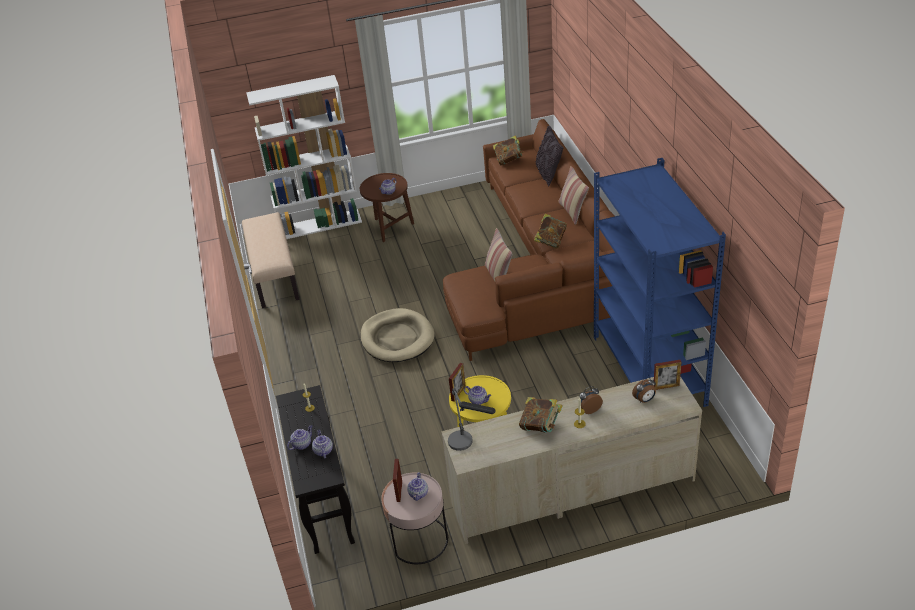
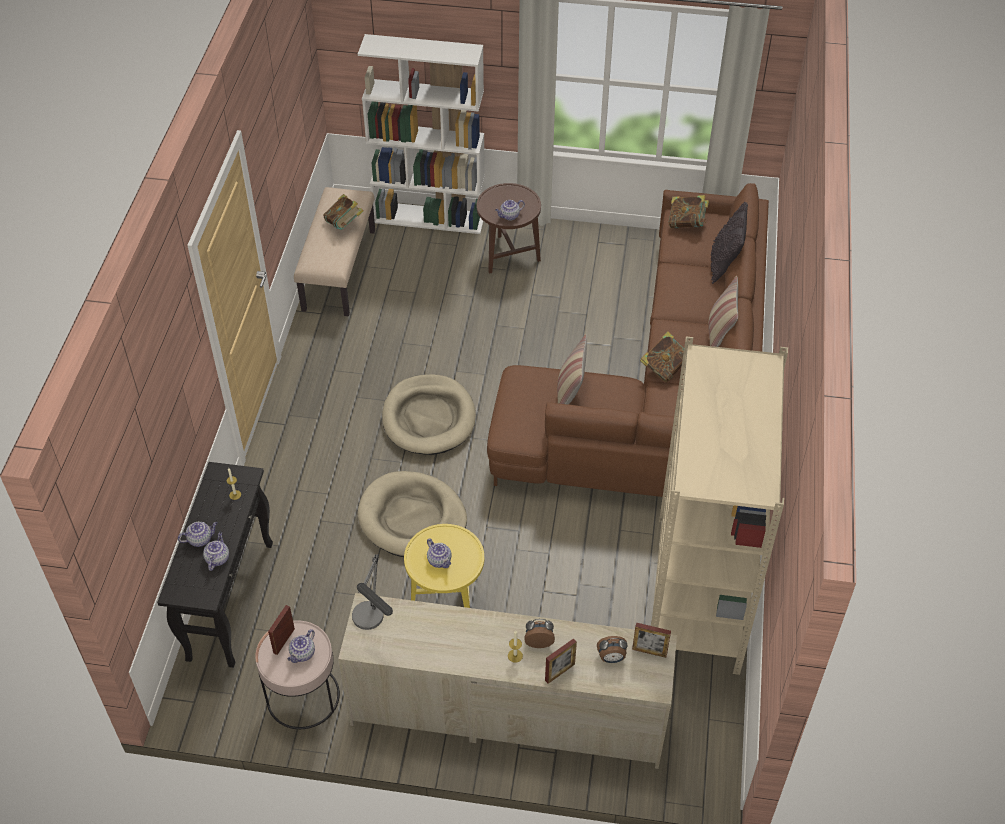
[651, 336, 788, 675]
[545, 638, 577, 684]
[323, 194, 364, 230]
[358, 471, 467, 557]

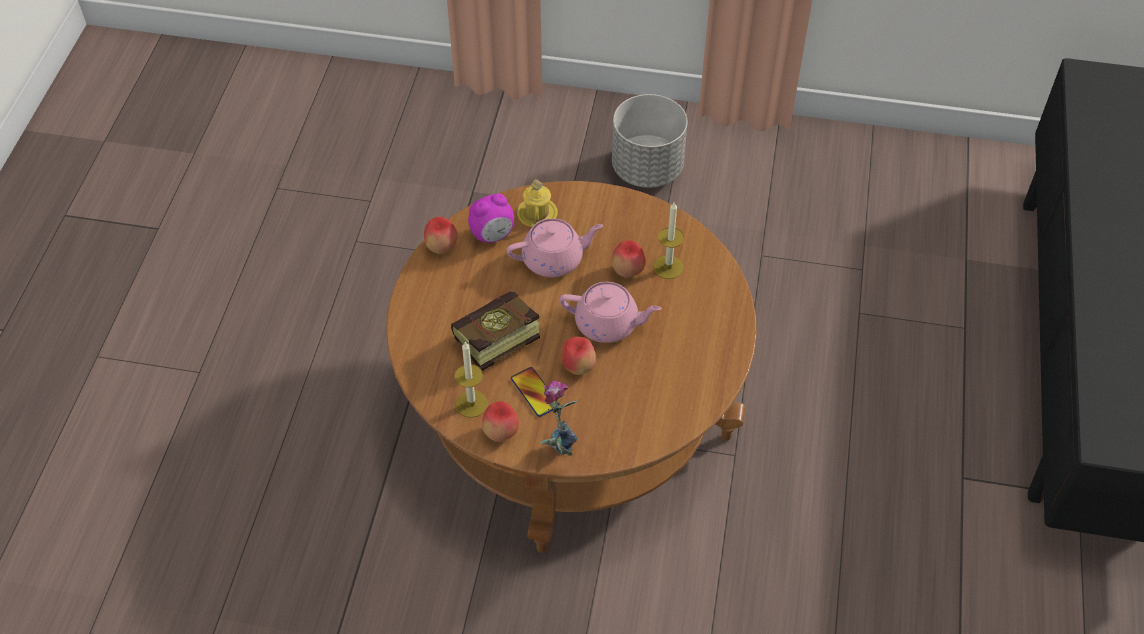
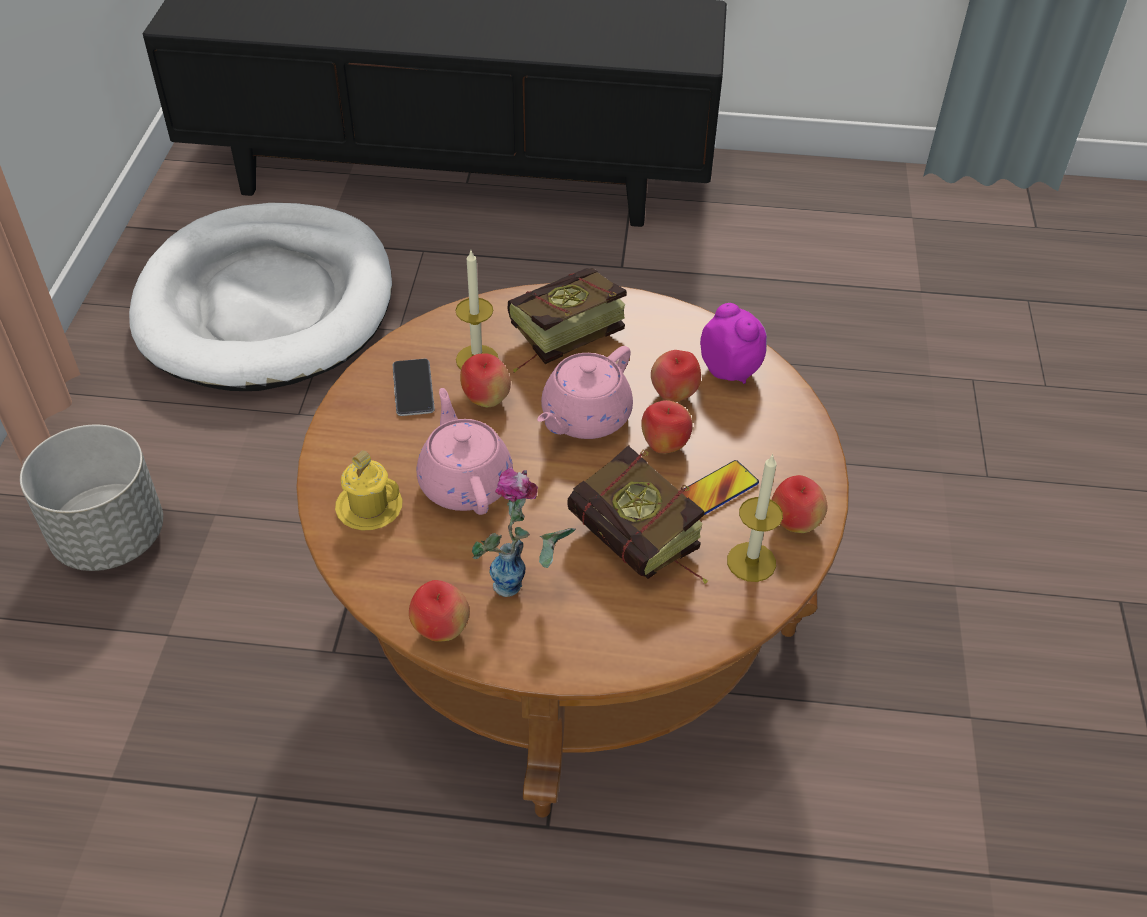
[700, 303, 767, 384]
[537, 346, 633, 439]
[472, 467, 576, 597]
[129, 203, 392, 391]
[508, 268, 627, 372]
[651, 350, 701, 402]
[393, 359, 435, 416]

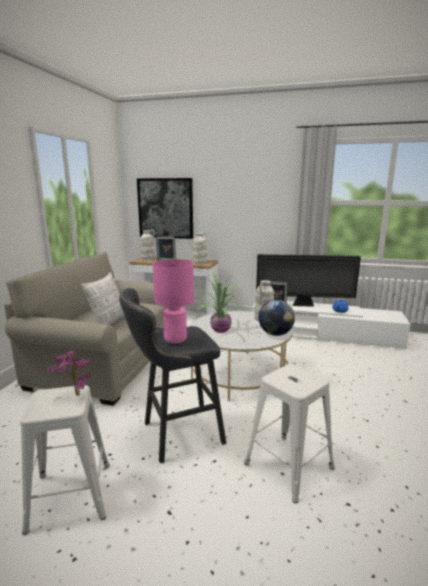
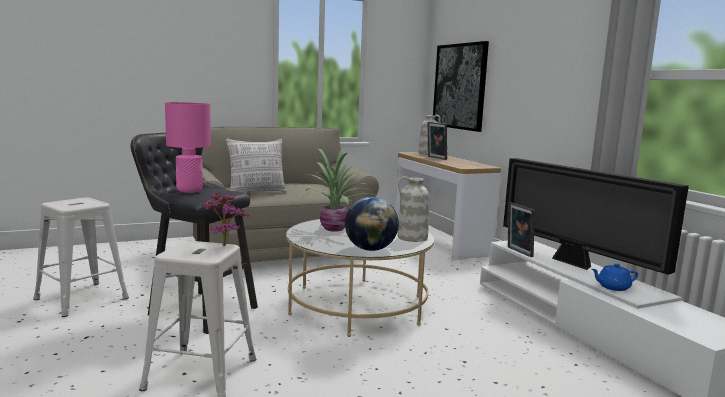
[193, 232, 208, 264] (first image)
[202, 193, 249, 246]

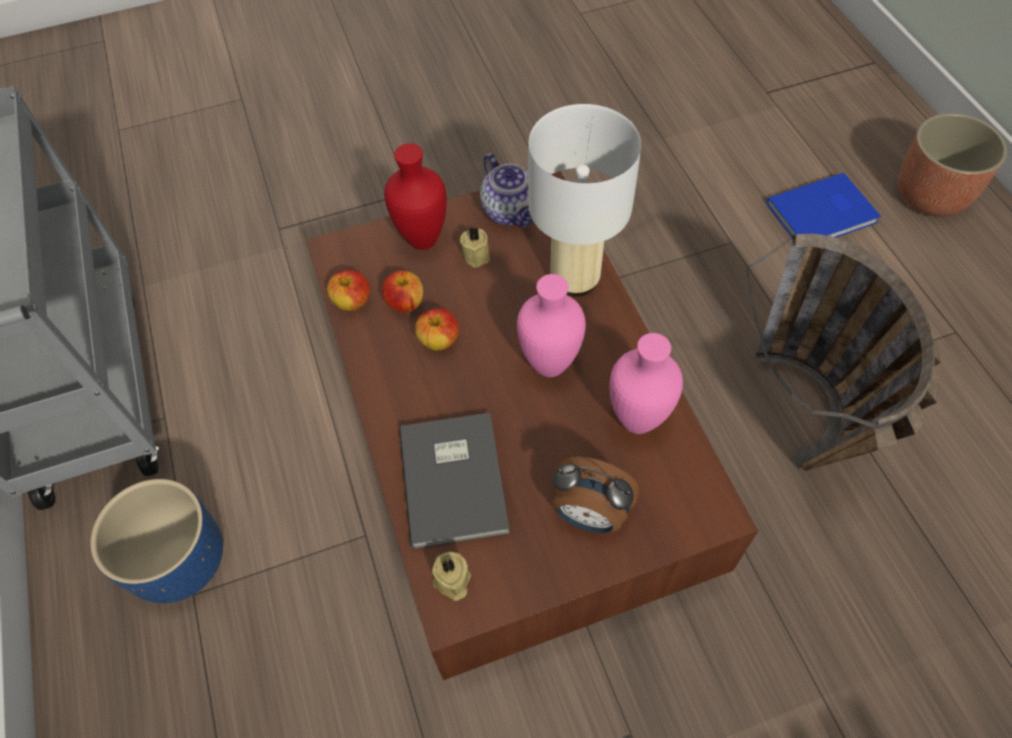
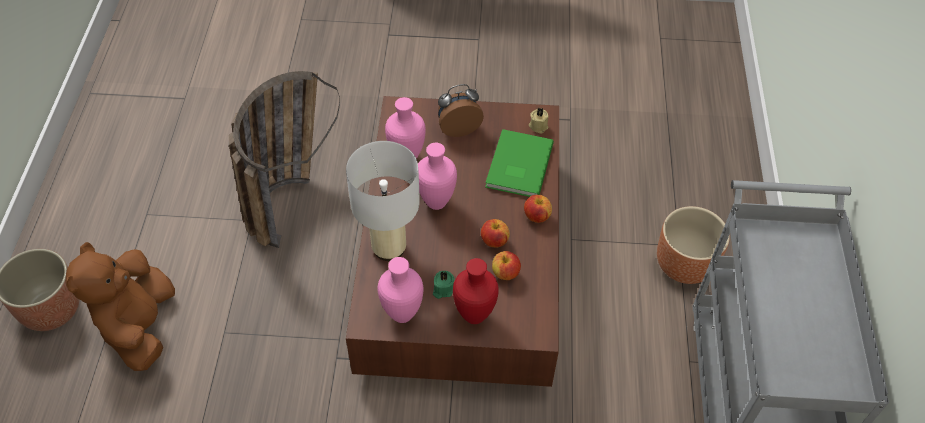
[378, 257, 424, 323]
[65, 242, 175, 371]
[433, 271, 454, 299]
[524, 195, 552, 223]
[485, 129, 554, 197]
[438, 84, 484, 137]
[657, 206, 730, 284]

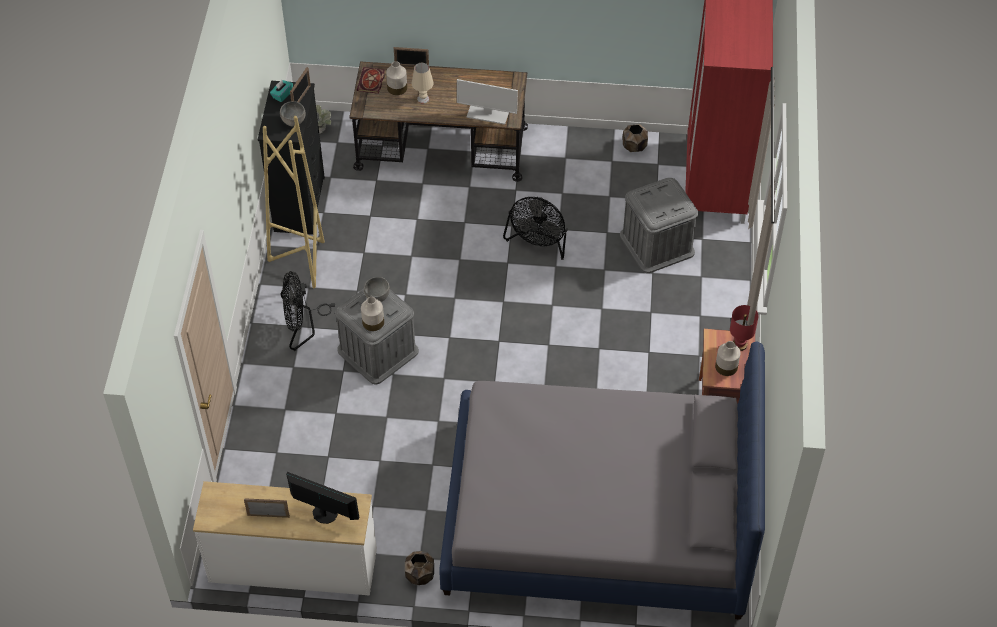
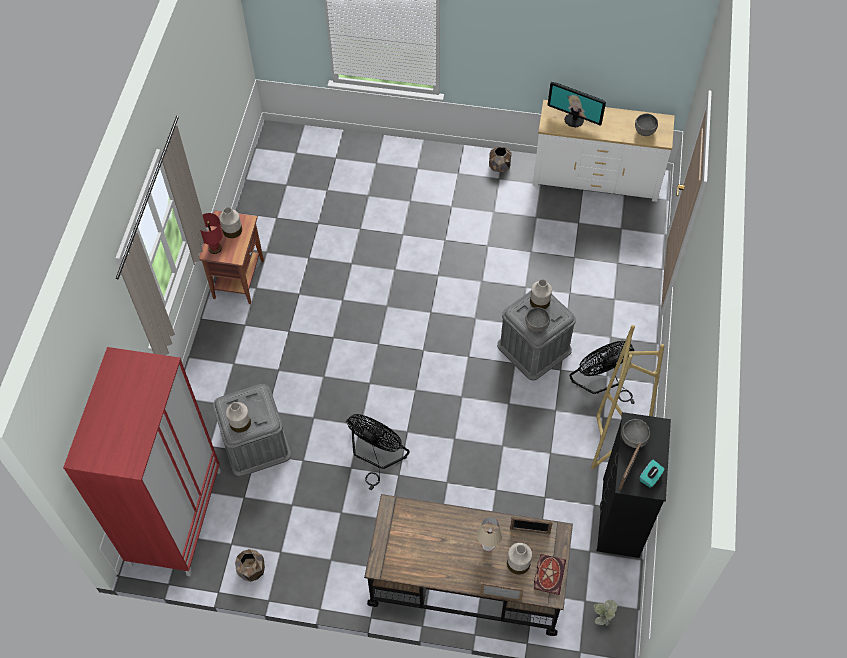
[457, 79, 518, 125] (first image)
[570, 341, 635, 404]
[439, 341, 765, 620] (first image)
[510, 517, 553, 534]
[635, 114, 658, 136]
[226, 402, 251, 433]

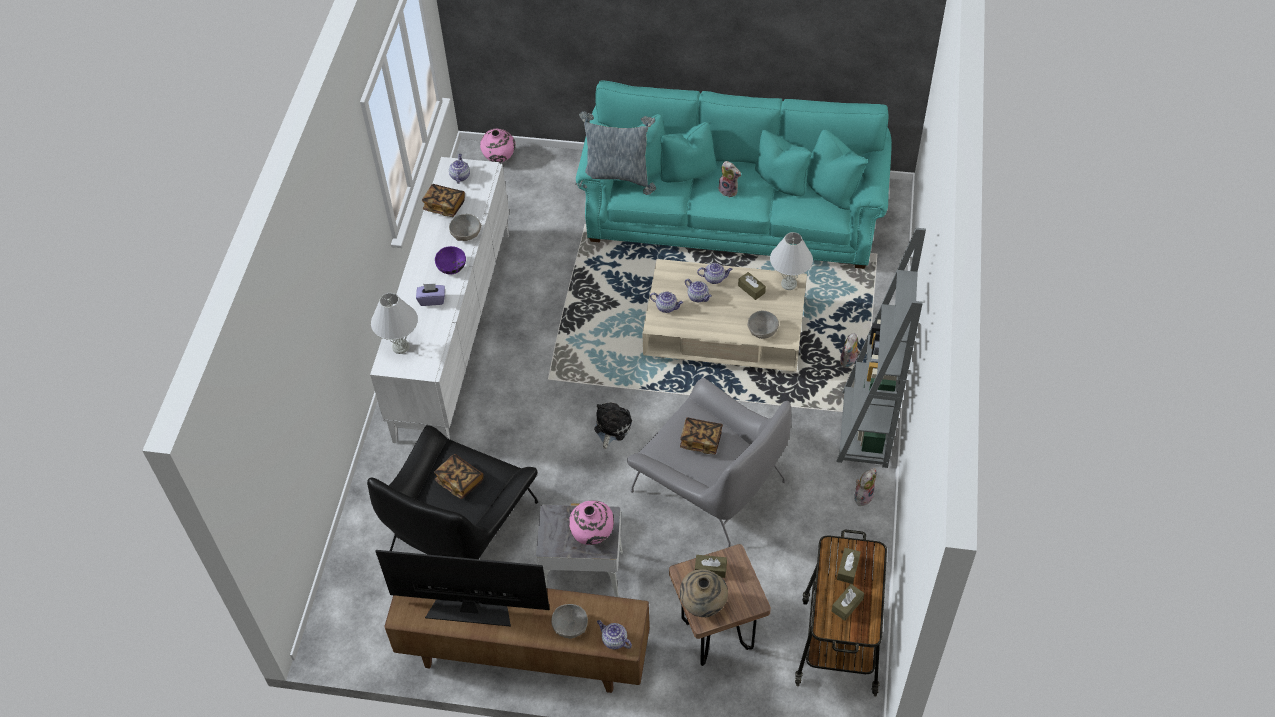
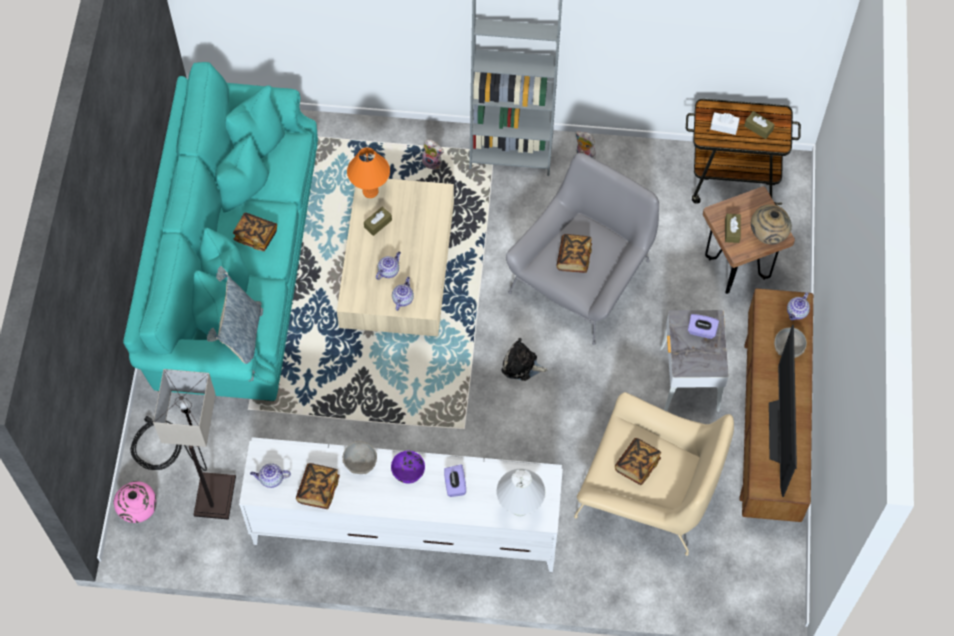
[233, 212, 277, 251]
[347, 147, 390, 198]
[697, 263, 732, 284] (first image)
[747, 311, 779, 339] (first image)
[574, 392, 734, 556]
[688, 314, 719, 339]
[710, 112, 740, 135]
[131, 369, 236, 520]

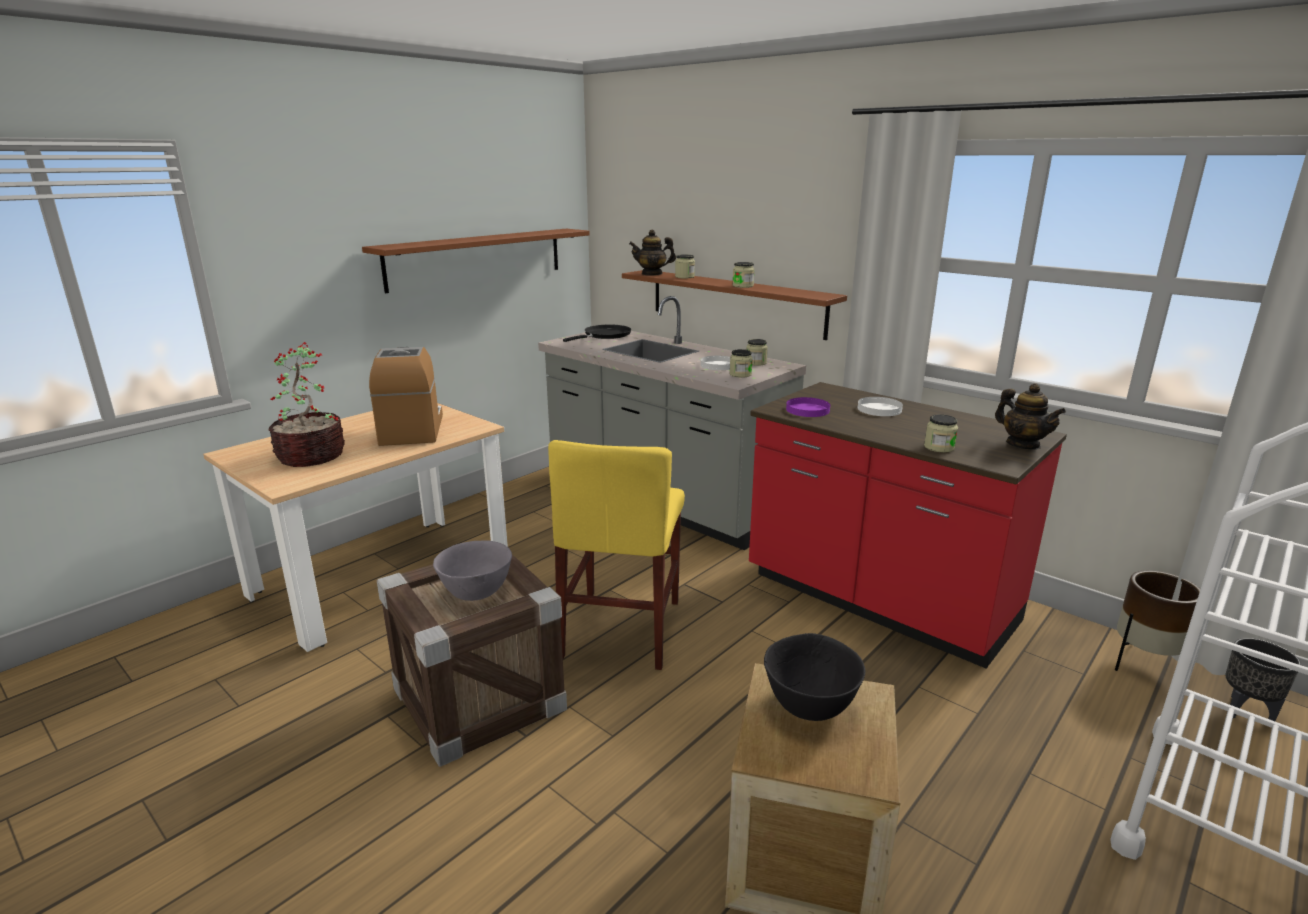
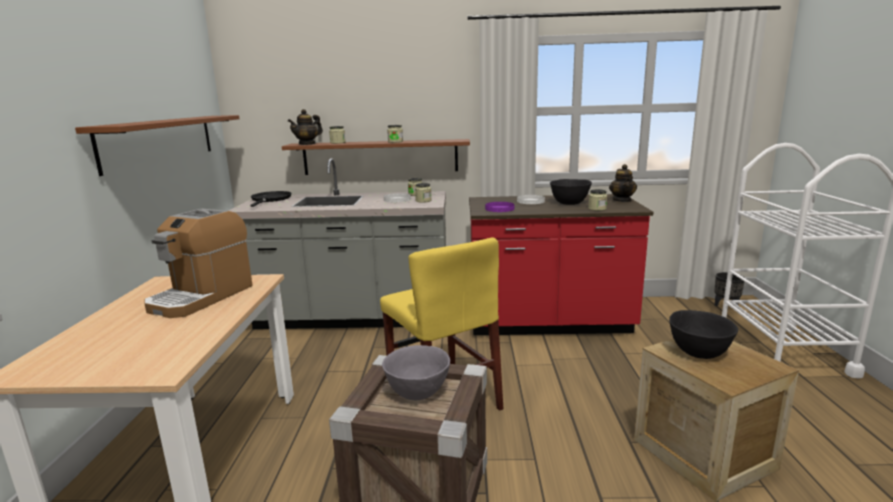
[269, 342, 345, 467] (first image)
[144, 208, 253, 318]
[609, 164, 637, 202]
[1115, 570, 1200, 671] (first image)
[550, 179, 592, 205]

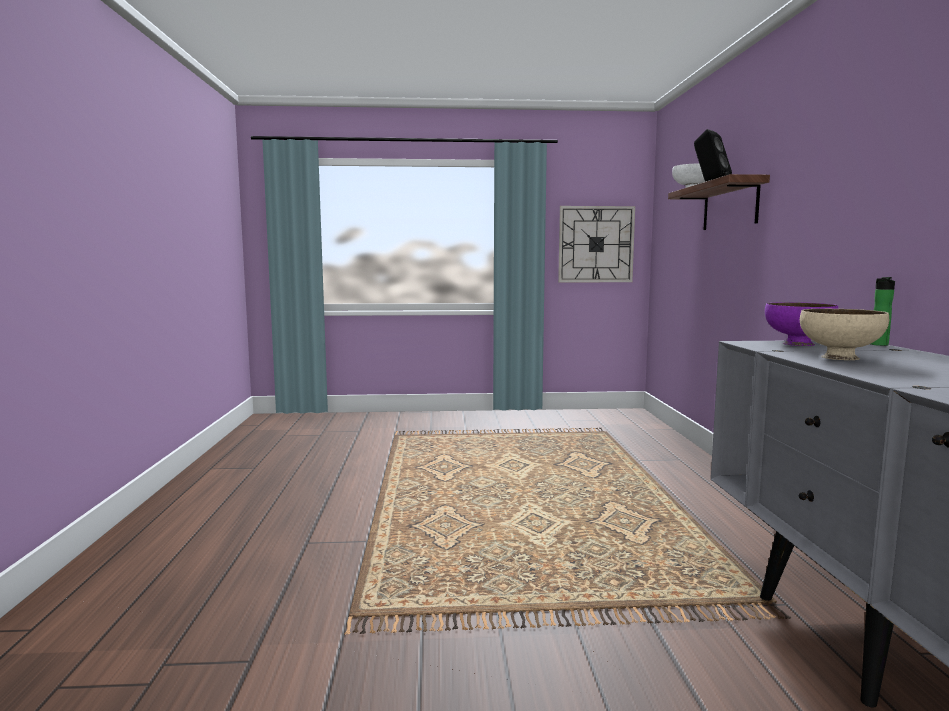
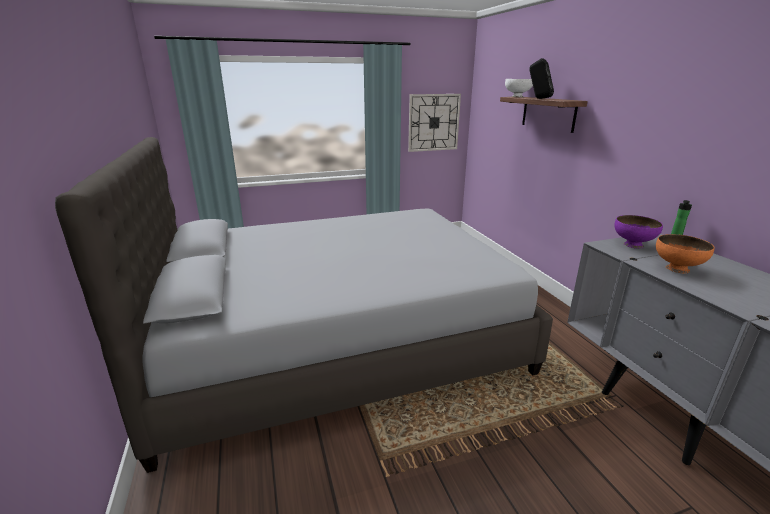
[656, 234, 714, 273]
[55, 137, 553, 473]

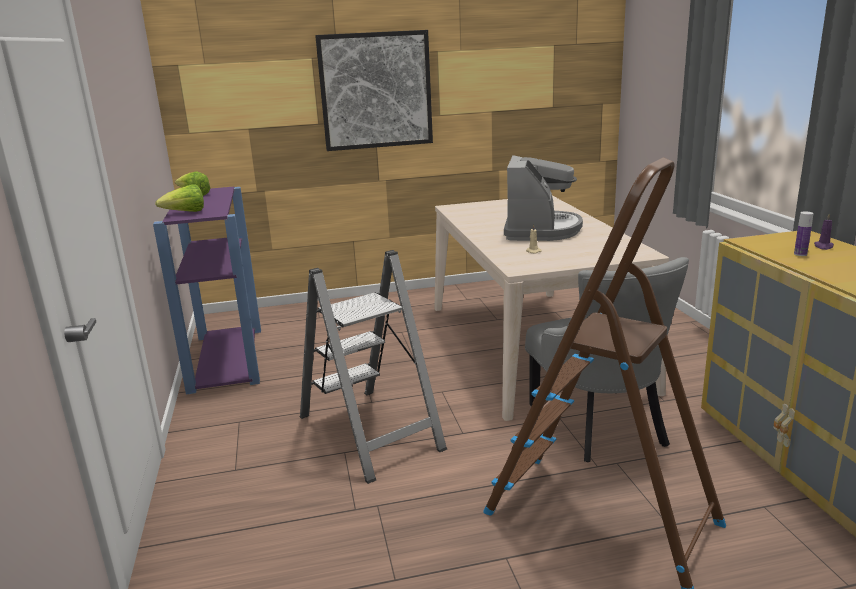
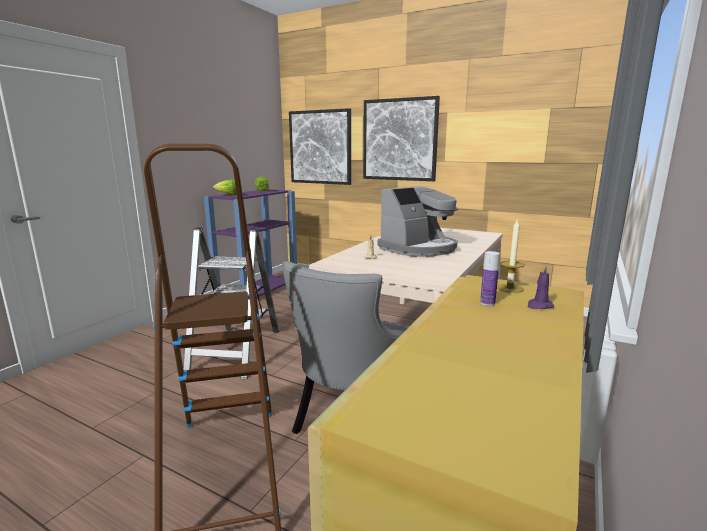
[289, 108, 351, 185]
[497, 220, 525, 293]

